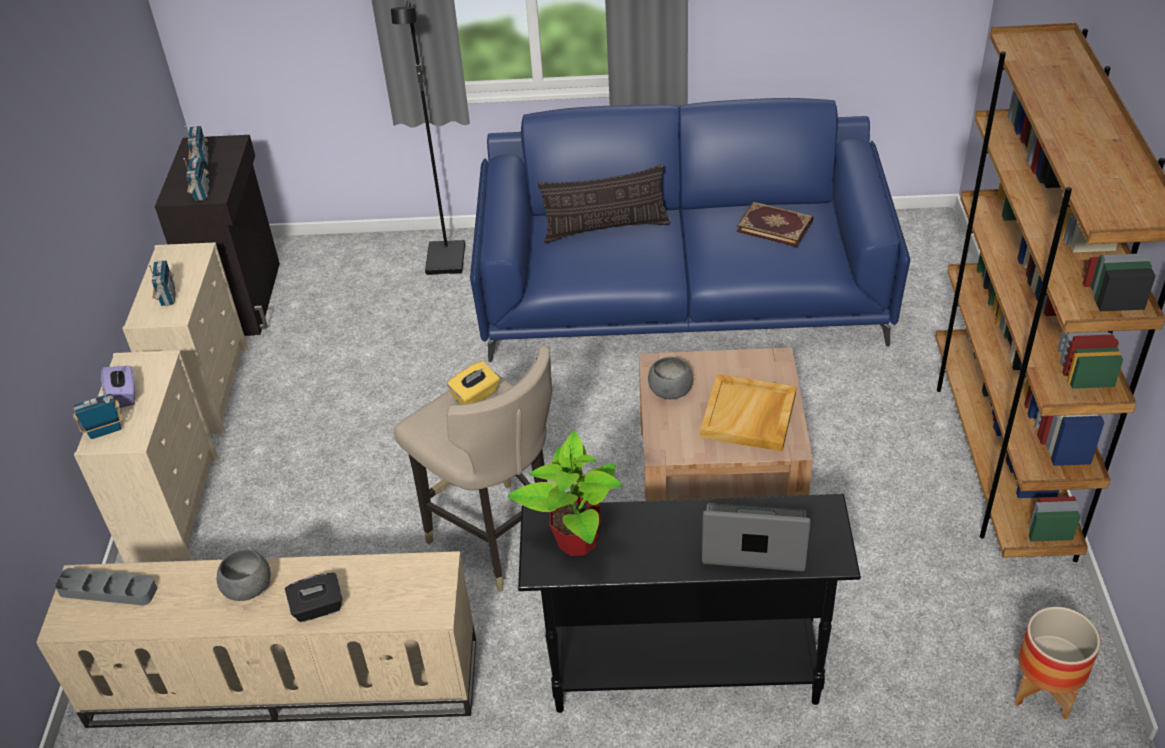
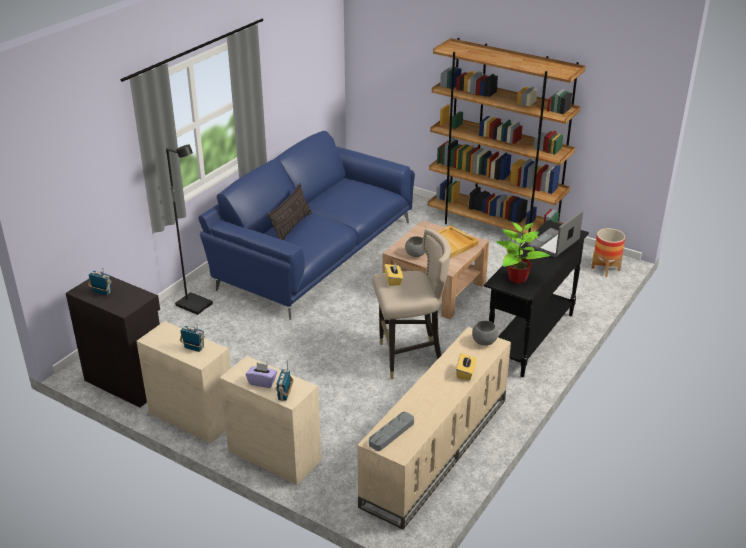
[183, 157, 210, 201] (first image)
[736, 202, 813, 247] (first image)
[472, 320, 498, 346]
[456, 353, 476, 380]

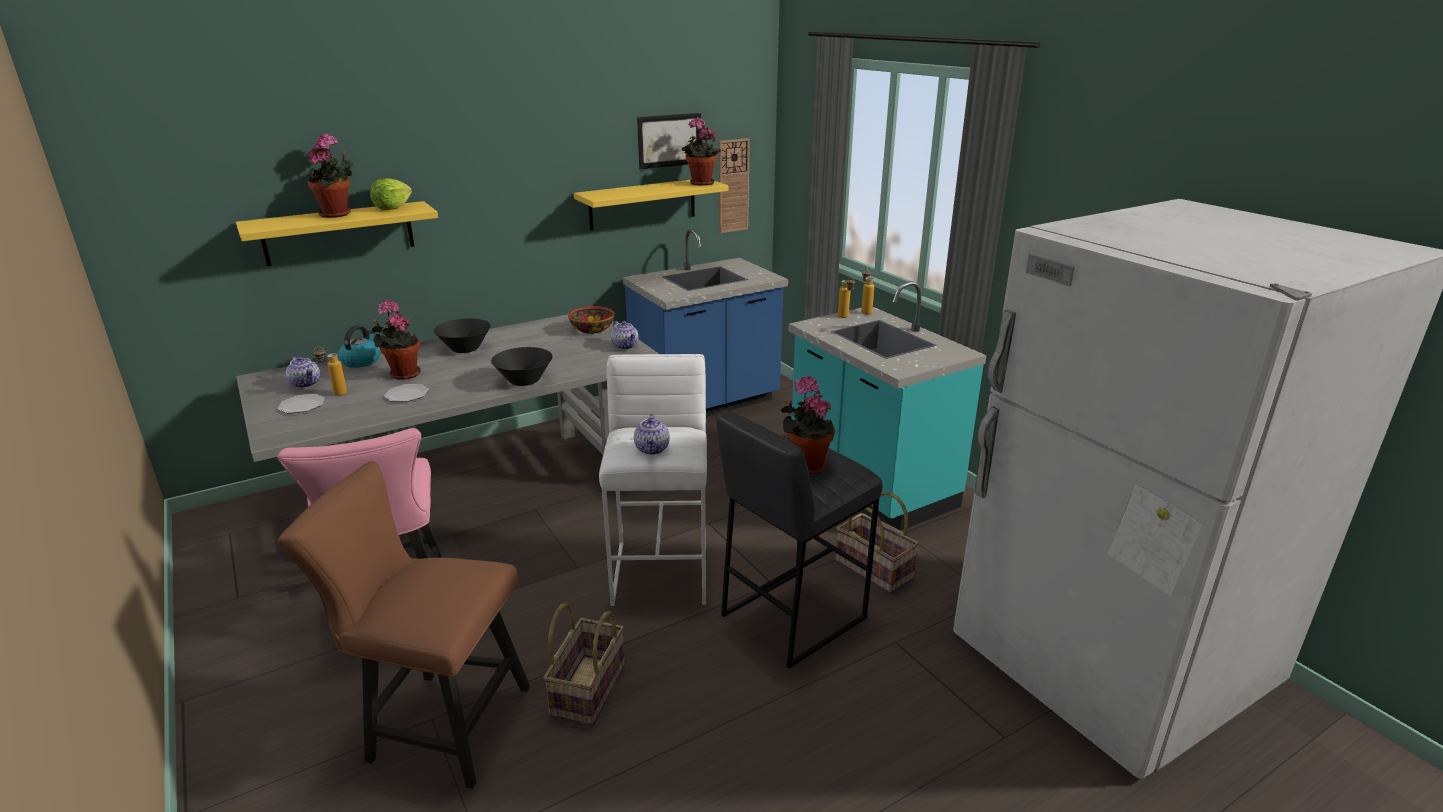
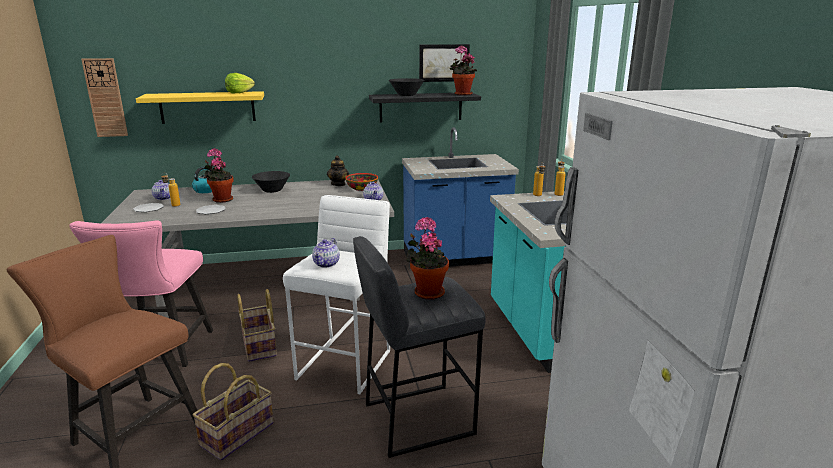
[307, 133, 353, 218] (first image)
[81, 58, 128, 137]
[369, 93, 481, 123]
[389, 78, 424, 96]
[237, 289, 277, 362]
[327, 155, 349, 186]

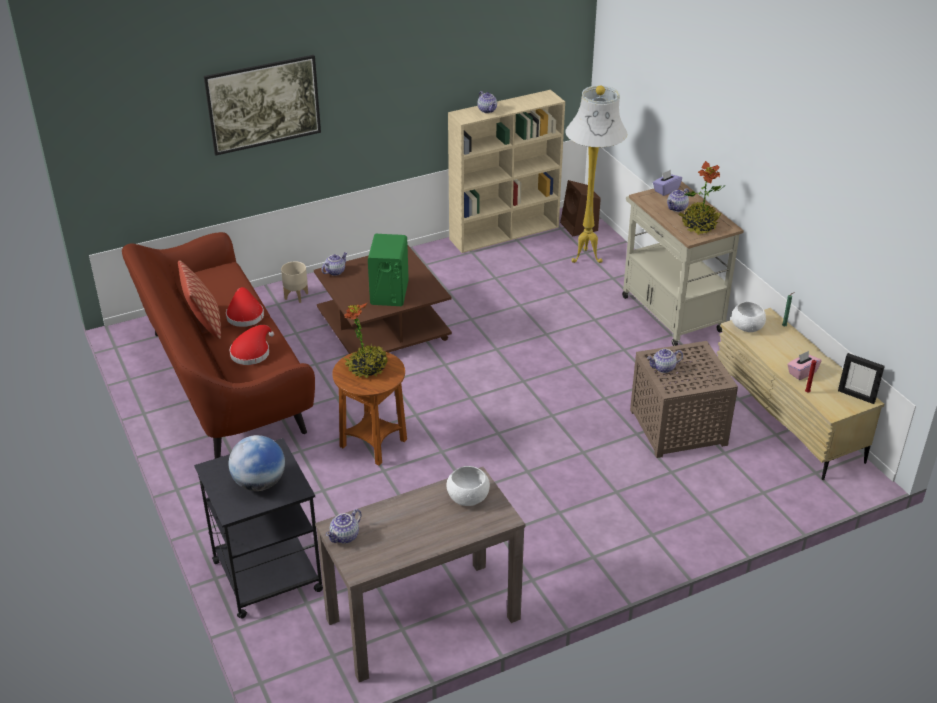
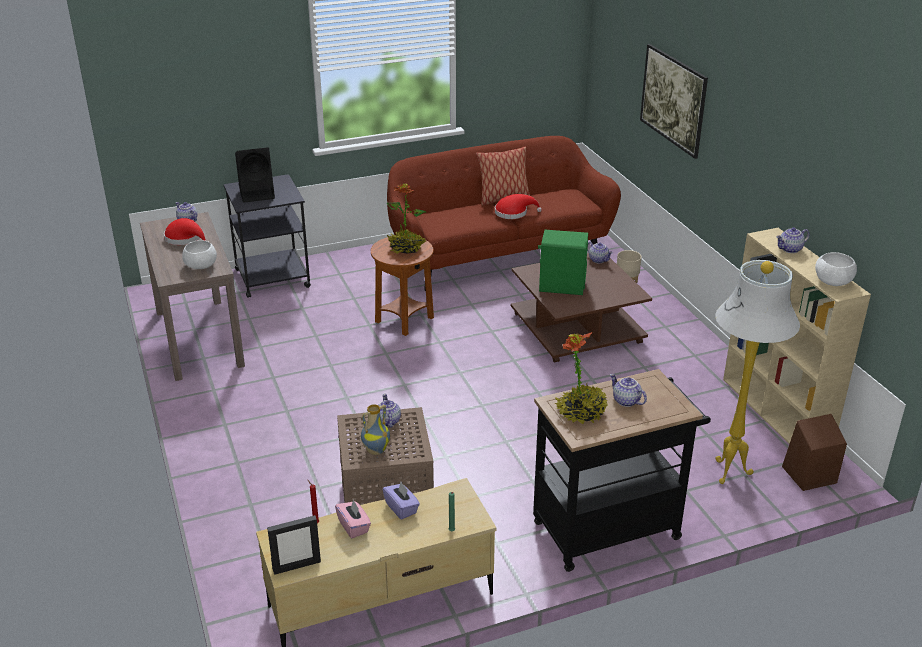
[382, 482, 420, 520]
[533, 369, 711, 572]
[815, 252, 857, 286]
[164, 218, 206, 245]
[267, 515, 321, 575]
[235, 147, 275, 203]
[361, 404, 390, 455]

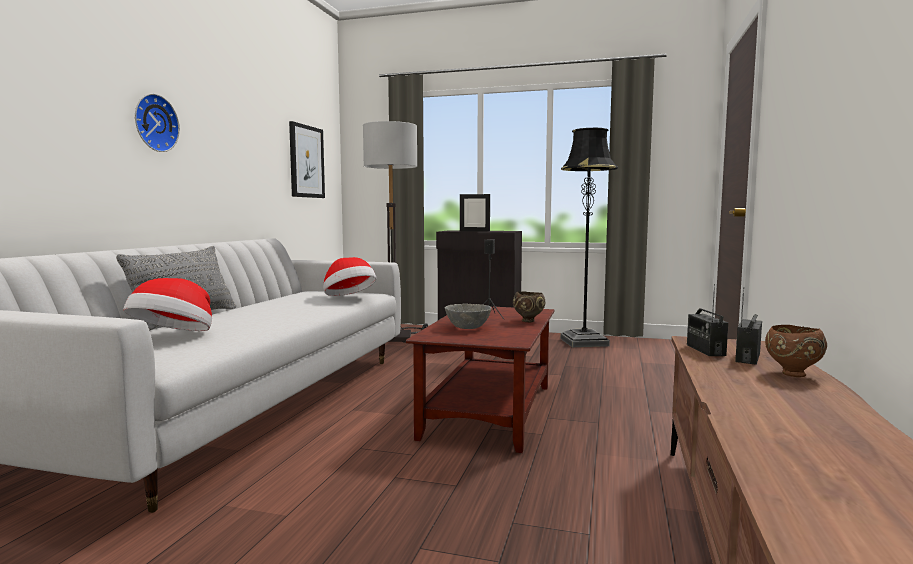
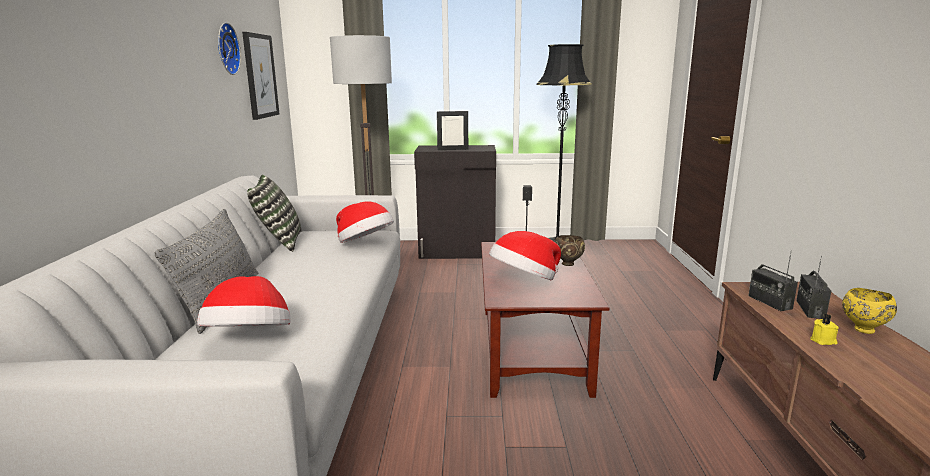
[218, 22, 241, 75]
[489, 231, 561, 280]
[842, 288, 897, 334]
[247, 175, 302, 252]
[810, 314, 839, 345]

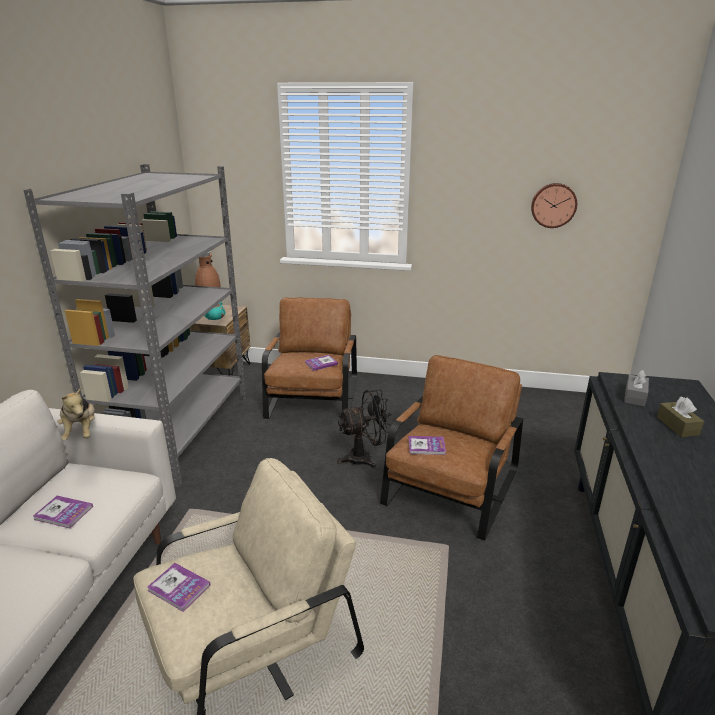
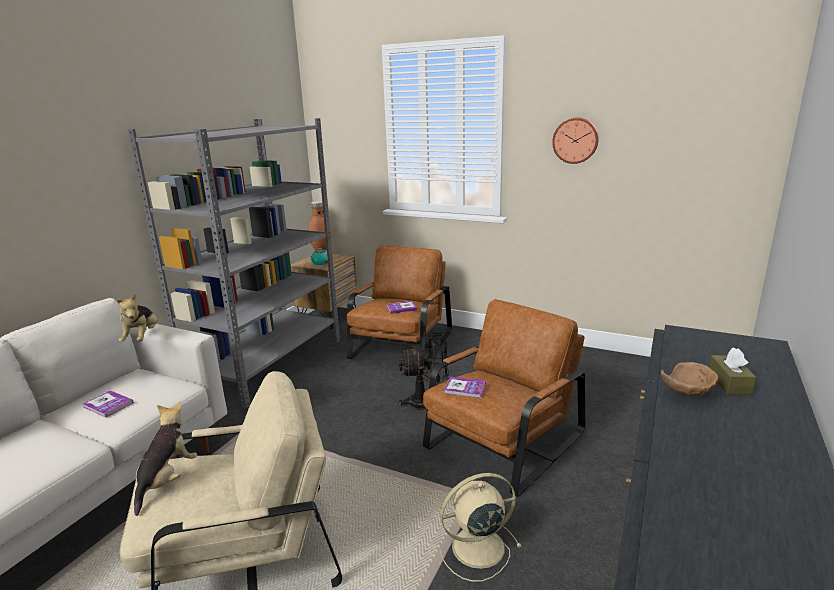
[552, 118, 599, 164]
[624, 370, 649, 407] (first image)
[134, 402, 197, 516]
[661, 362, 718, 396]
[440, 473, 522, 582]

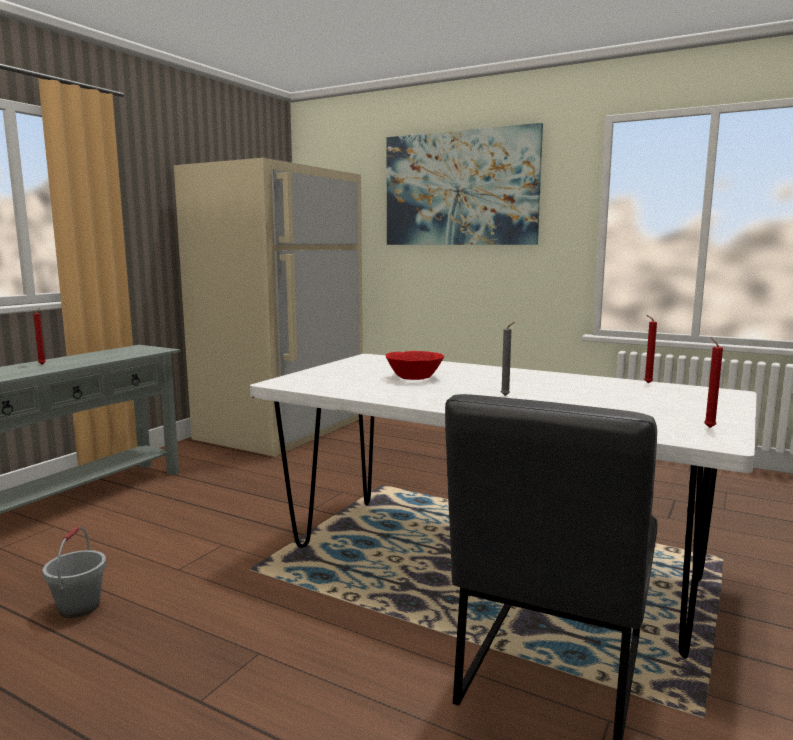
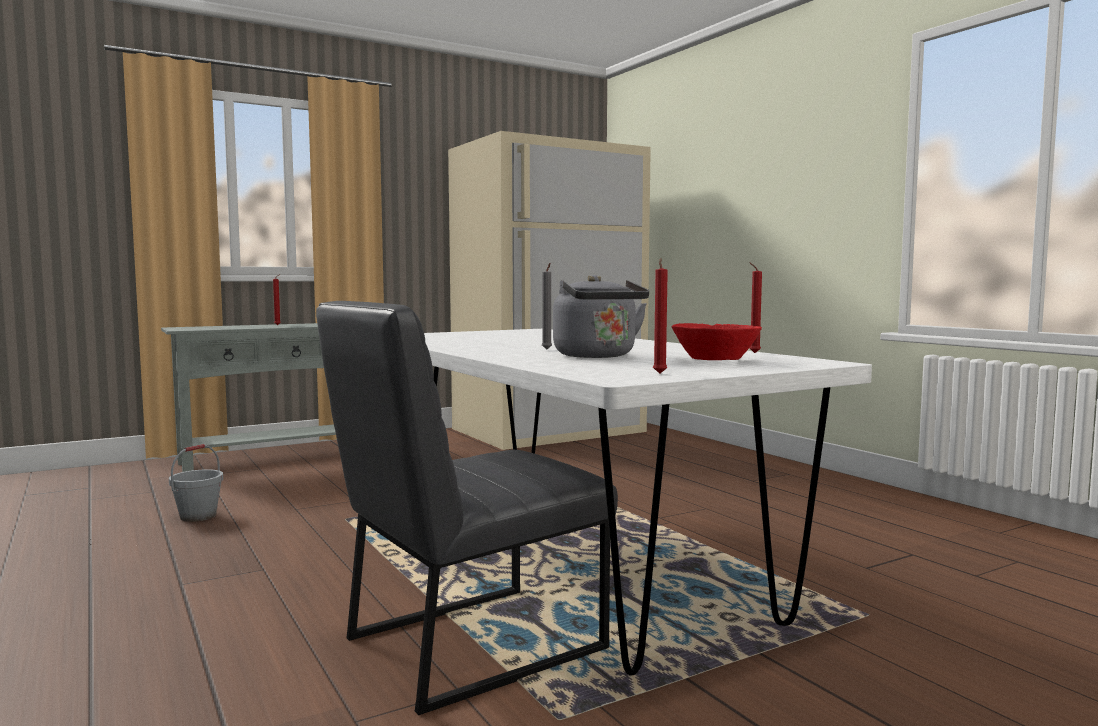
[386, 123, 543, 245] (first image)
[671, 323, 762, 360]
[553, 275, 649, 358]

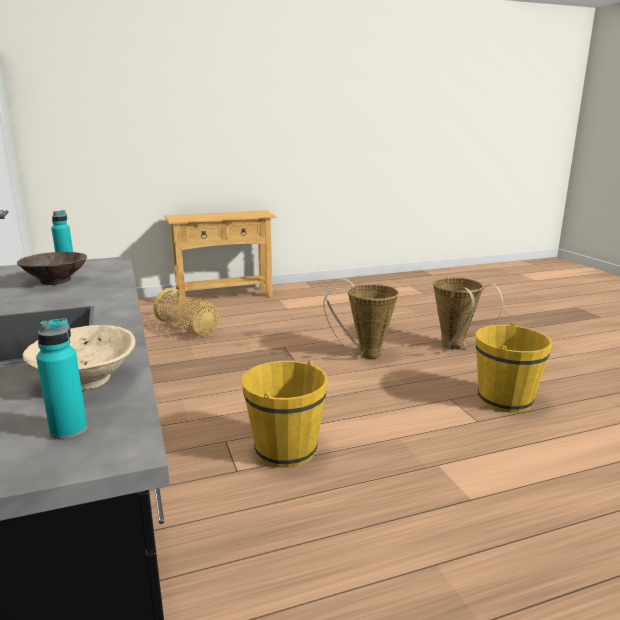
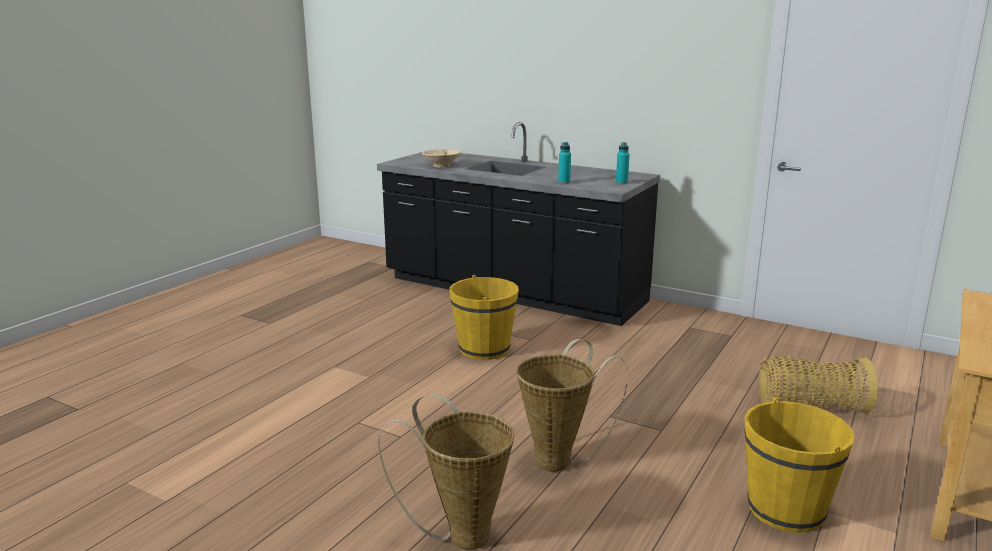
[17, 252, 87, 285] (first image)
[558, 142, 571, 184]
[744, 397, 855, 533]

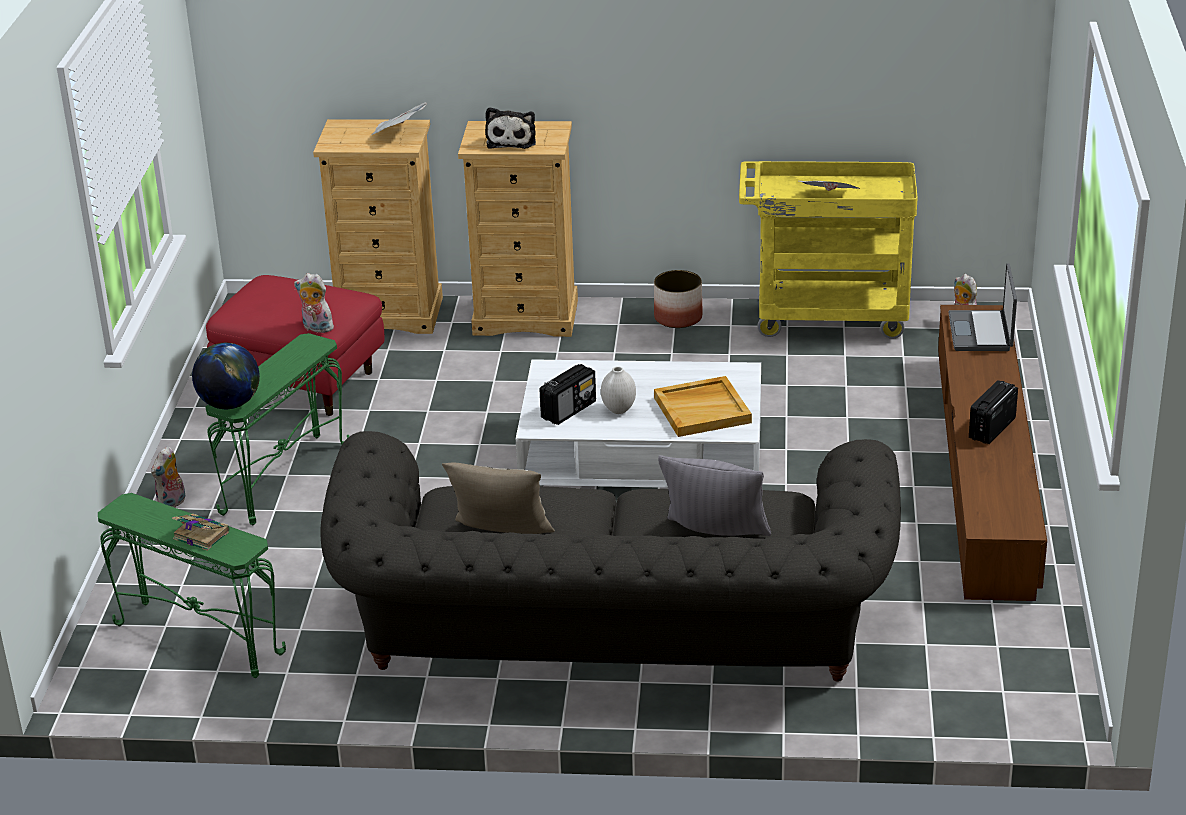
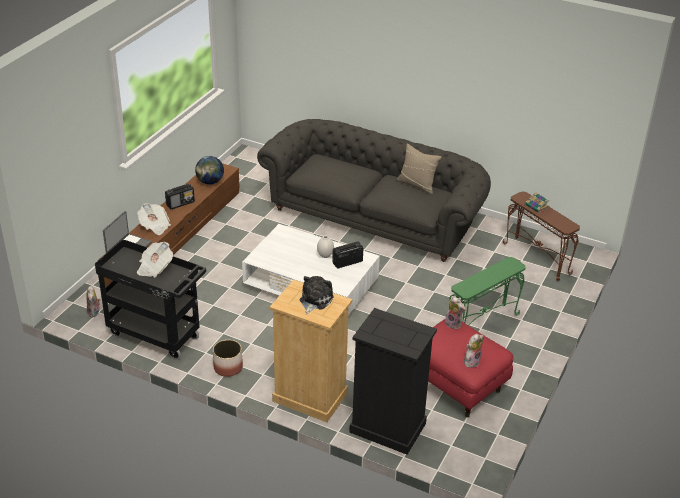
[137, 203, 171, 235]
[349, 308, 437, 455]
[95, 240, 206, 359]
[195, 156, 224, 185]
[654, 376, 752, 437] (first image)
[464, 334, 484, 368]
[658, 455, 771, 536] (first image)
[503, 192, 580, 281]

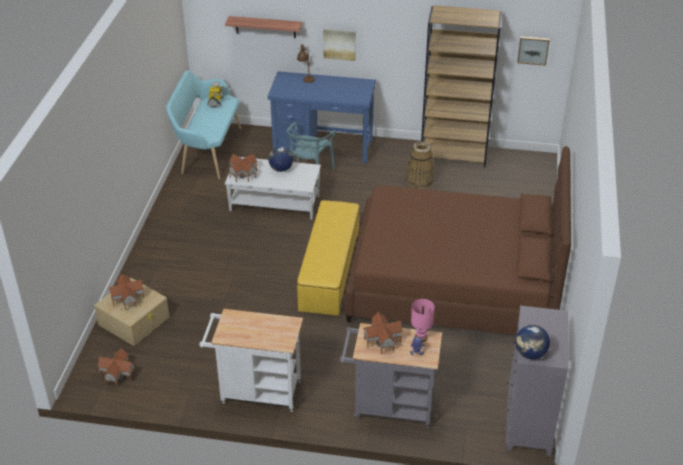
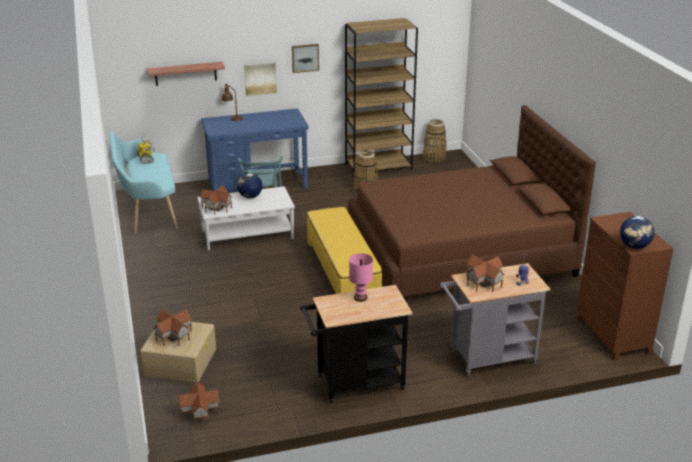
[292, 44, 319, 73]
[349, 253, 373, 302]
[577, 212, 674, 361]
[300, 285, 413, 403]
[422, 119, 447, 163]

